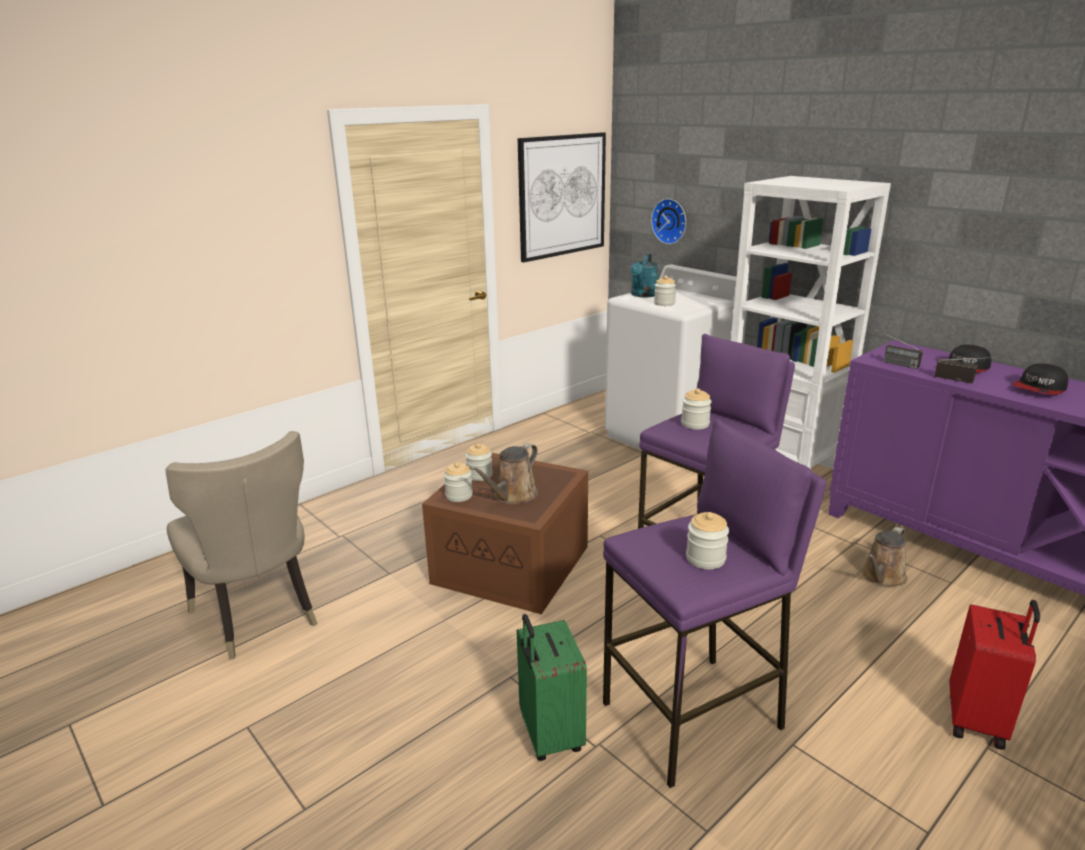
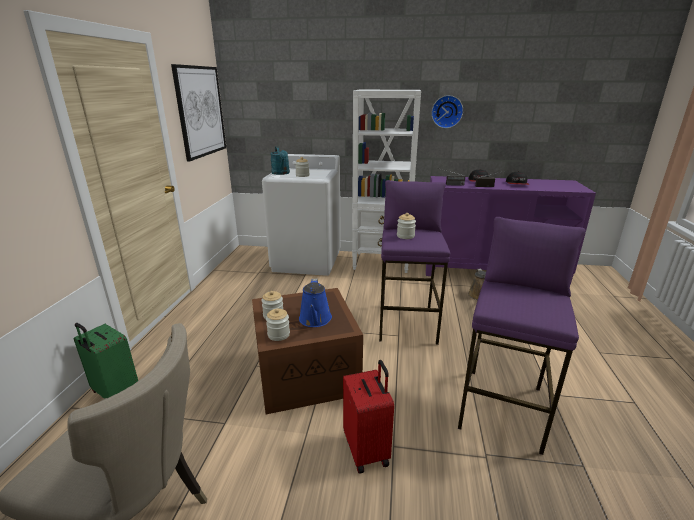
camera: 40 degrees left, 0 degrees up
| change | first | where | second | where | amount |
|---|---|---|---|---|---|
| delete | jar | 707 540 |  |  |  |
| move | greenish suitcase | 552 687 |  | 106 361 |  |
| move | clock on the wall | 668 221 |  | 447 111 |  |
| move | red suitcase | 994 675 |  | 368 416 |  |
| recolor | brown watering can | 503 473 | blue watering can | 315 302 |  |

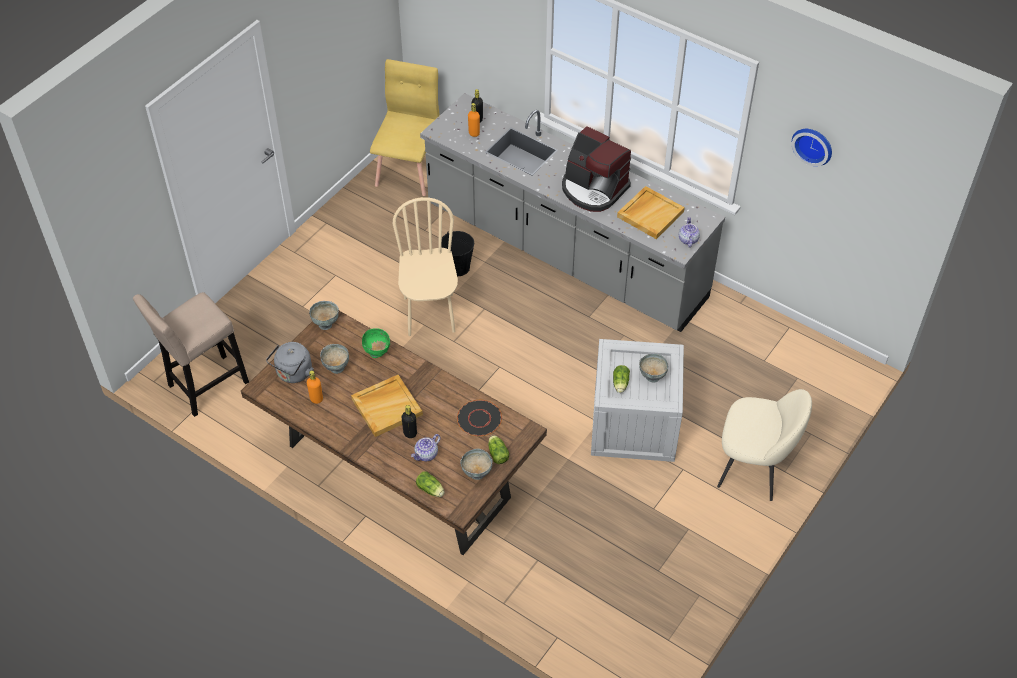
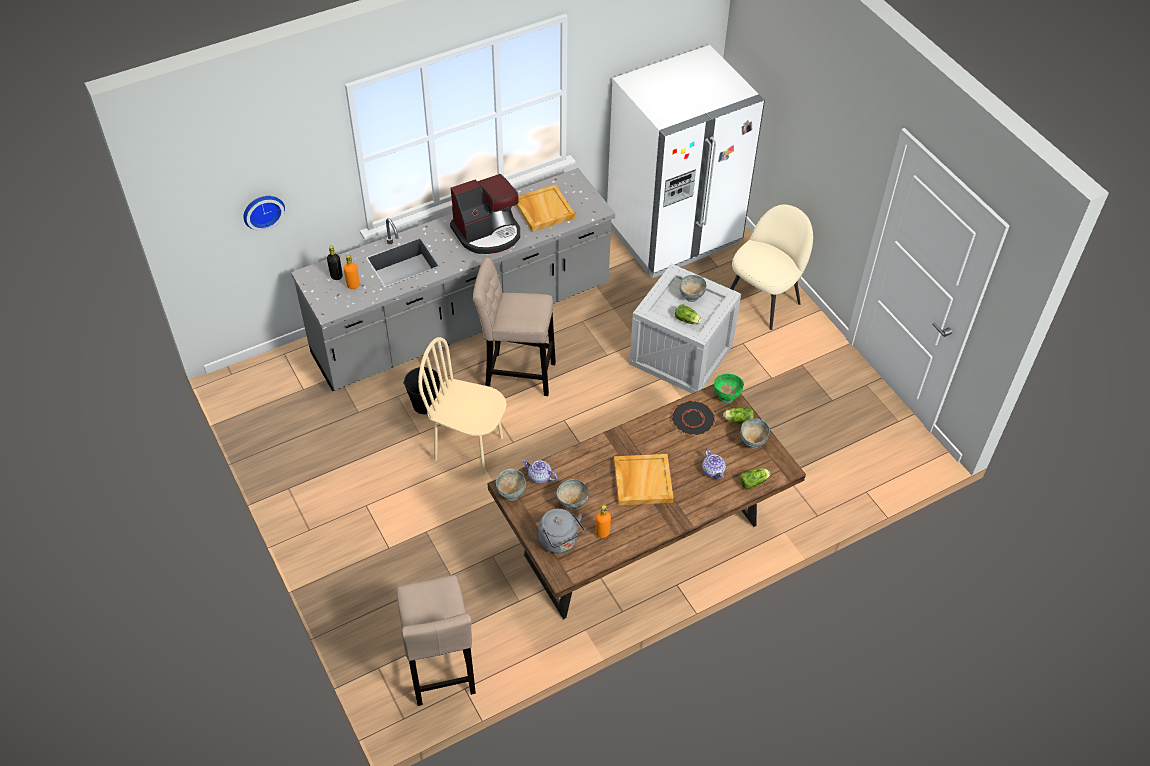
camera: 65 degrees left, 0 degrees up
| change | first | where | second | where | amount |
|---|---|---|---|---|---|
| delete | yellow-coloured upright chair | 405 127 |  |  |  |
| delete | black beverage bottle | 409 421 |  |  |  |
| insert |  |  | sand-coloured stool | 514 326 |  |
| insert |  |  | white-coloured kitchen fridge | 686 161 |  |
| move | greenish deep dish | 376 343 |  | 729 388 |  |
| move | teapot | 689 232 |  | 539 471 |  |
| move | clock on the wall | 812 147 |  | 264 213 |  |

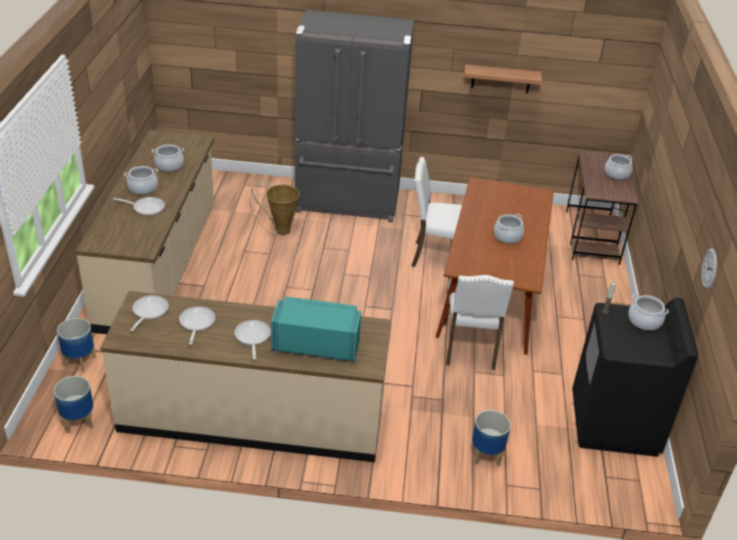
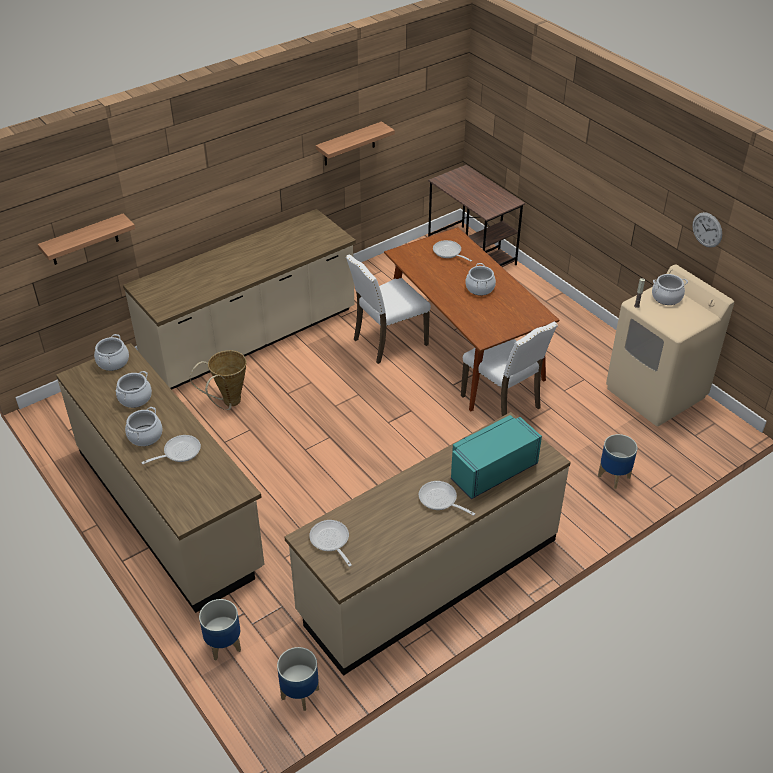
camera: 40 degrees left, 5 degrees up
| change | first | where | second | where | amount |
|---|---|---|---|---|---|
| insert |  |  | shelf | 86 239 |  |
| move | pan | 197 325 |  | 452 251 |  |
| move | stockpot | 619 167 |  | 111 352 |  |
| replace | gray kitchen fridge | 354 116 | sand-coloured counter | 239 299 |  |
| recolor | black laundry machine | 635 377 | sand-coloured laundry machine | 670 345 |  |

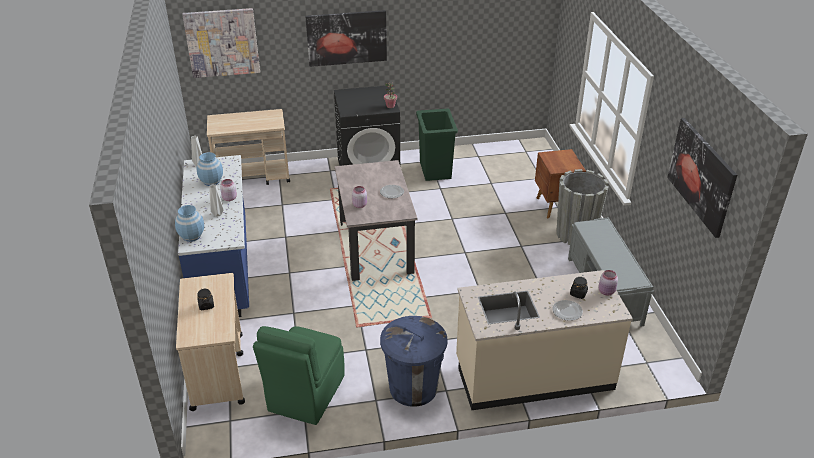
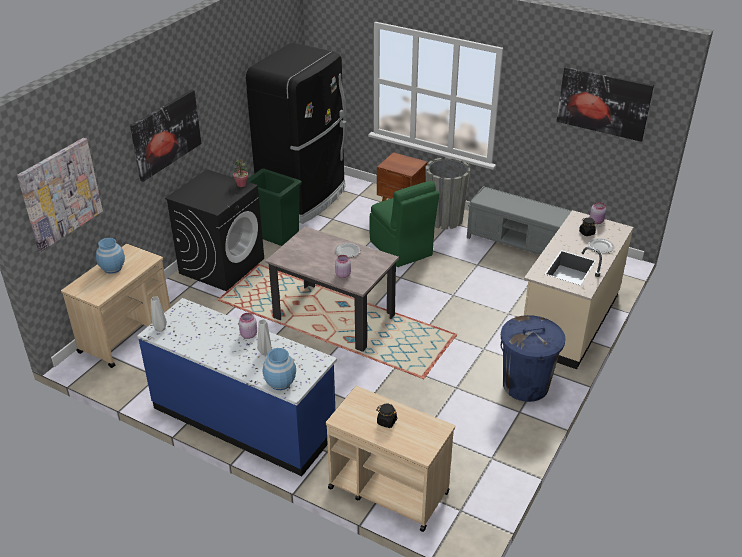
camera: 50 degrees left, 0 degrees up
| change | first | where | second | where | amount |
|---|---|---|---|---|---|
| insert |  |  | black kitchen fridge | 296 133 |  |
| move | blue flower vase | 209 169 |  | 110 256 |  |
| move | greenish upright chair | 299 375 |  | 404 224 |  |

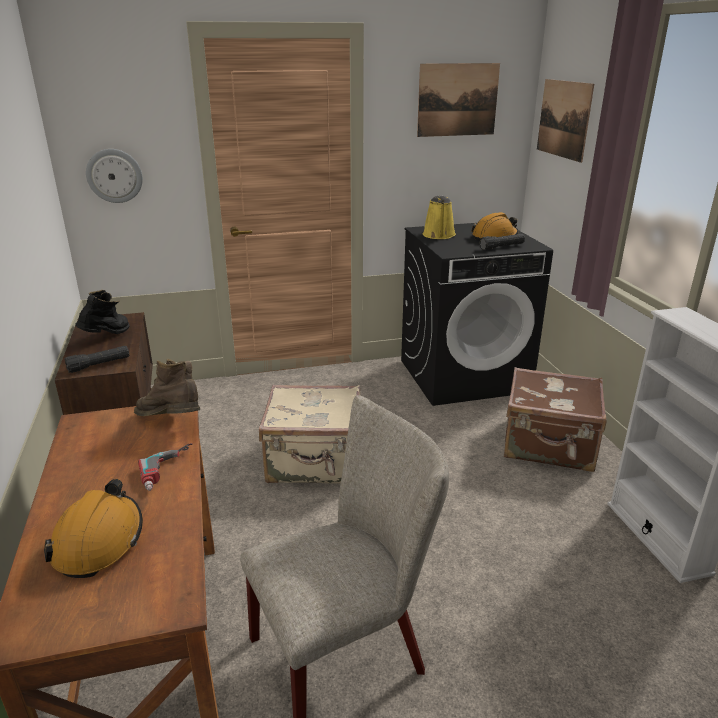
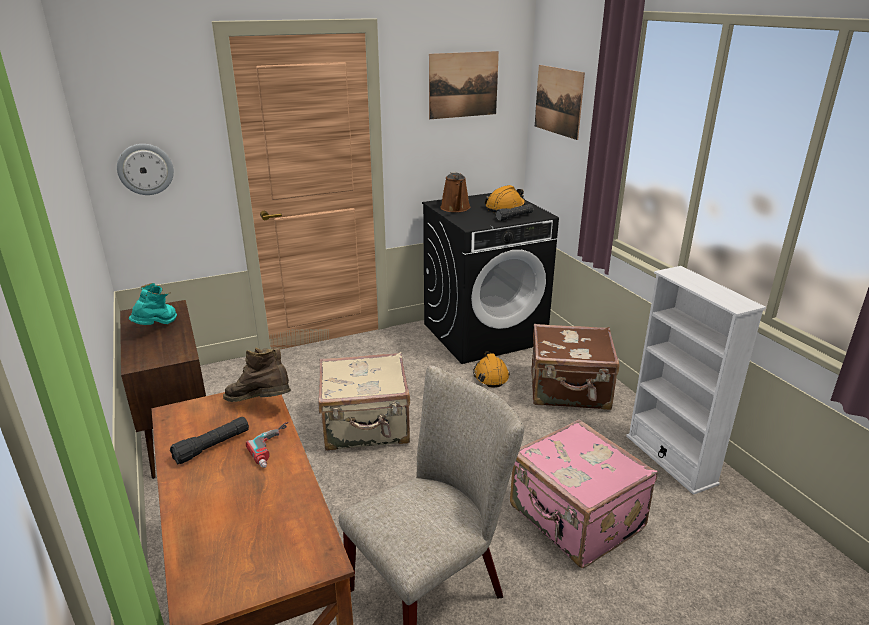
camera: 10 degrees left, 0 degrees up
| change | first | where | second | where | amount |
|---|---|---|---|---|---|
| insert |  |  | pinkish suitcase | 584 493 |  |
| move | orange-coloured work helmet | 93 528 |  | 491 369 |  |
| move | black flashlight | 96 359 |  | 209 440 |  |
| recolor | black tall boot | 102 312 | turquoise-coloured tall boot | 153 304 |  |
| recolor | yellow-coloured watering can | 439 217 | brown watering can | 455 192 |  |

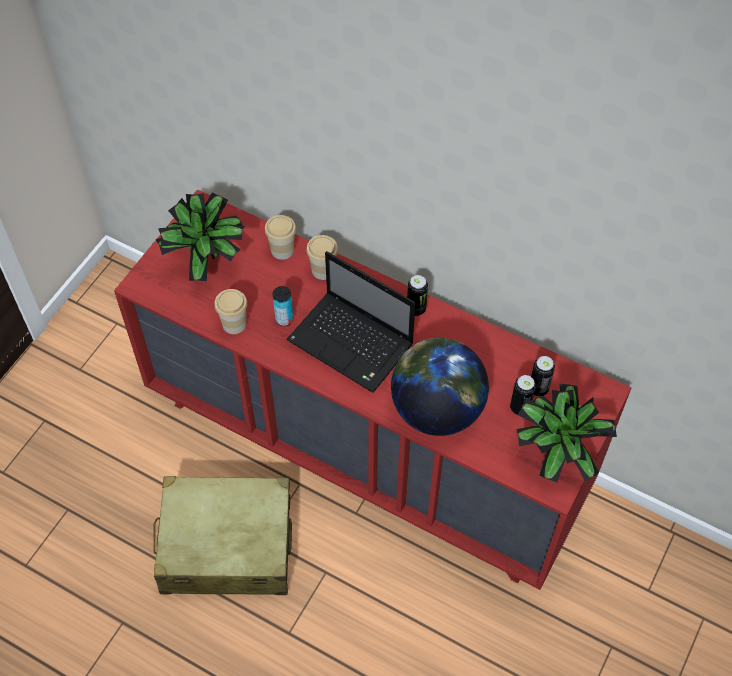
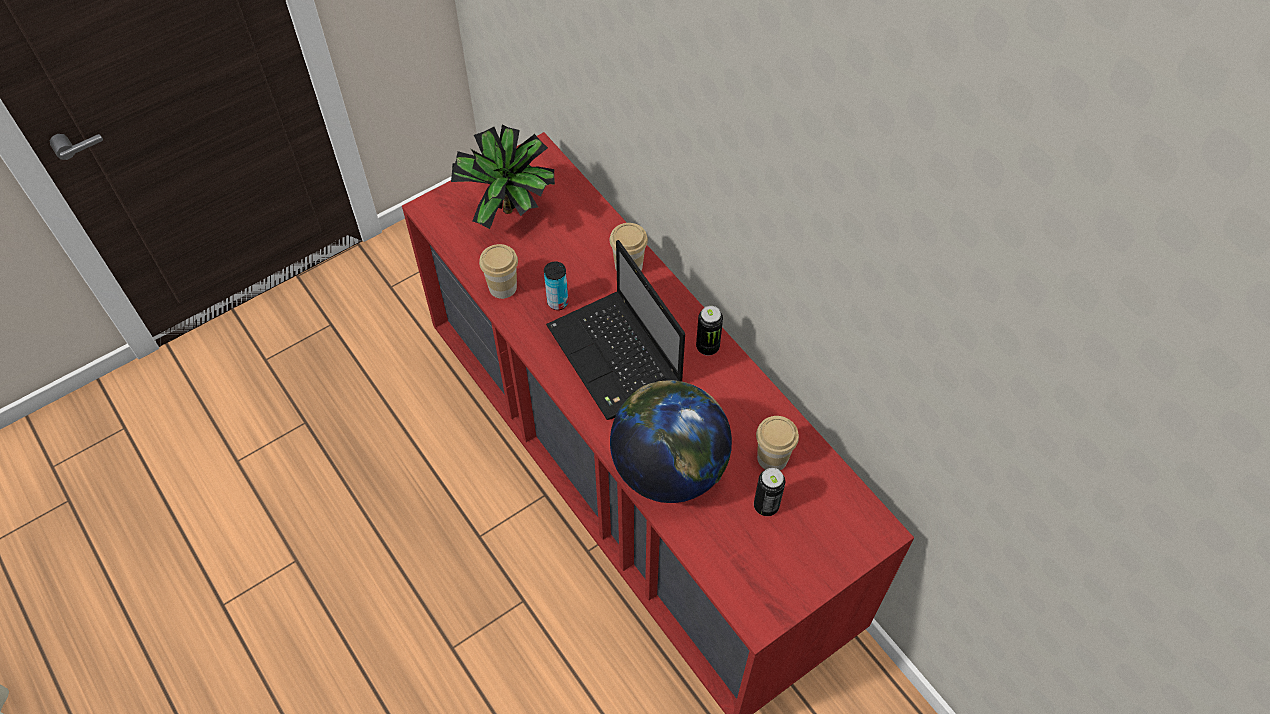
camera: 25 degrees right, 0 degrees up
| change | first | where | second | where | amount |
|---|---|---|---|---|---|
| delete | sand-coloured suitcase | 222 535 |  |  |  |
| delete | potted plant | 566 433 |  |  |  |
| delete | can | 543 376 |  |  |  |
| move | cup | 280 237 |  | 777 443 |  |

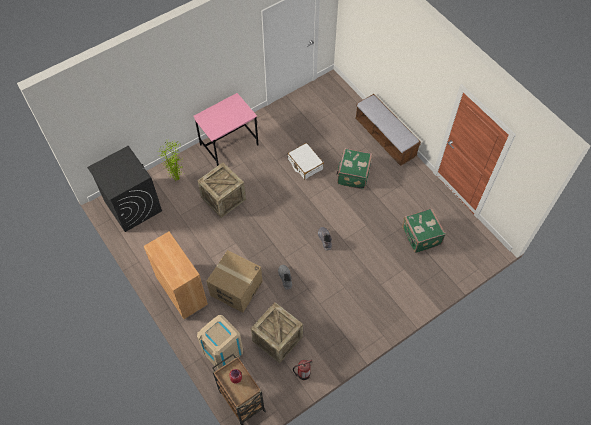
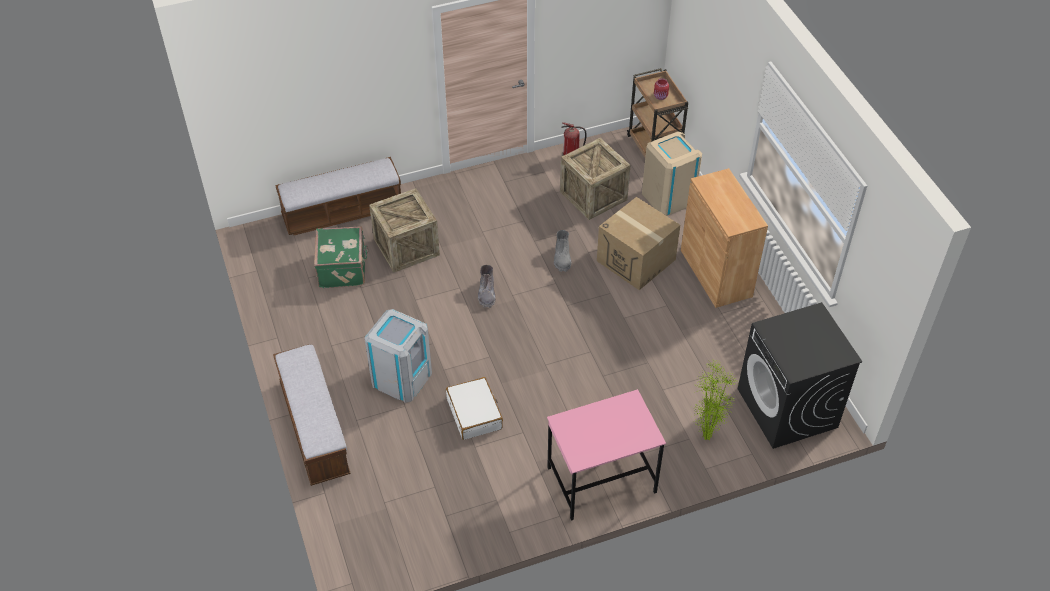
camera: 165 degrees left, 10 degrees down
| change | first | where | second | where | amount |
|---|---|---|---|---|---|
| insert |  |  | long seat | 338 196 |  |
| move | shipping crate | 221 190 |  | 404 230 |  |
| replace | greenish suitcase | 354 168 | gray rubbish bin | 398 356 |  |

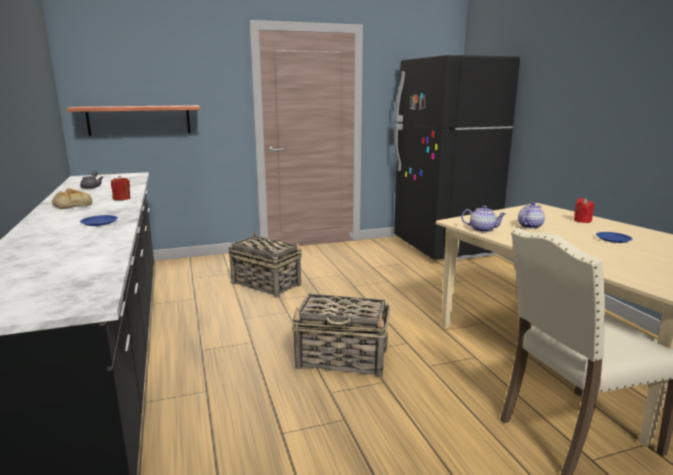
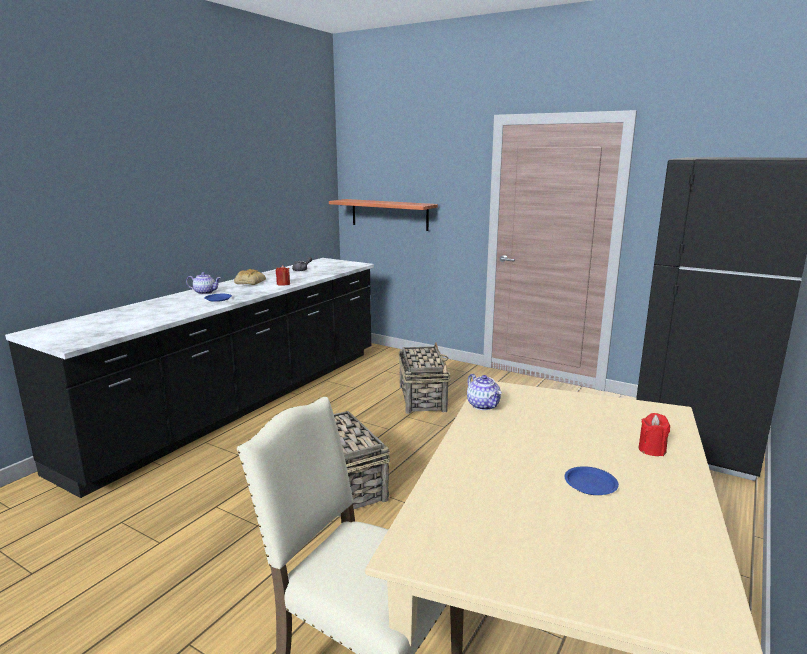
camera: 50 degrees right, 0 degrees up
| change | first | where | second | where | amount |
|---|---|---|---|---|---|
| move | teapot | 531 216 |  | 203 283 |  |

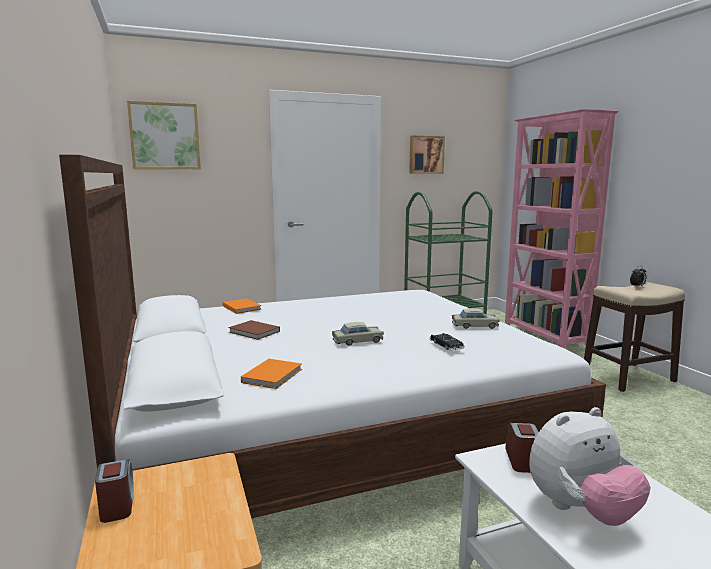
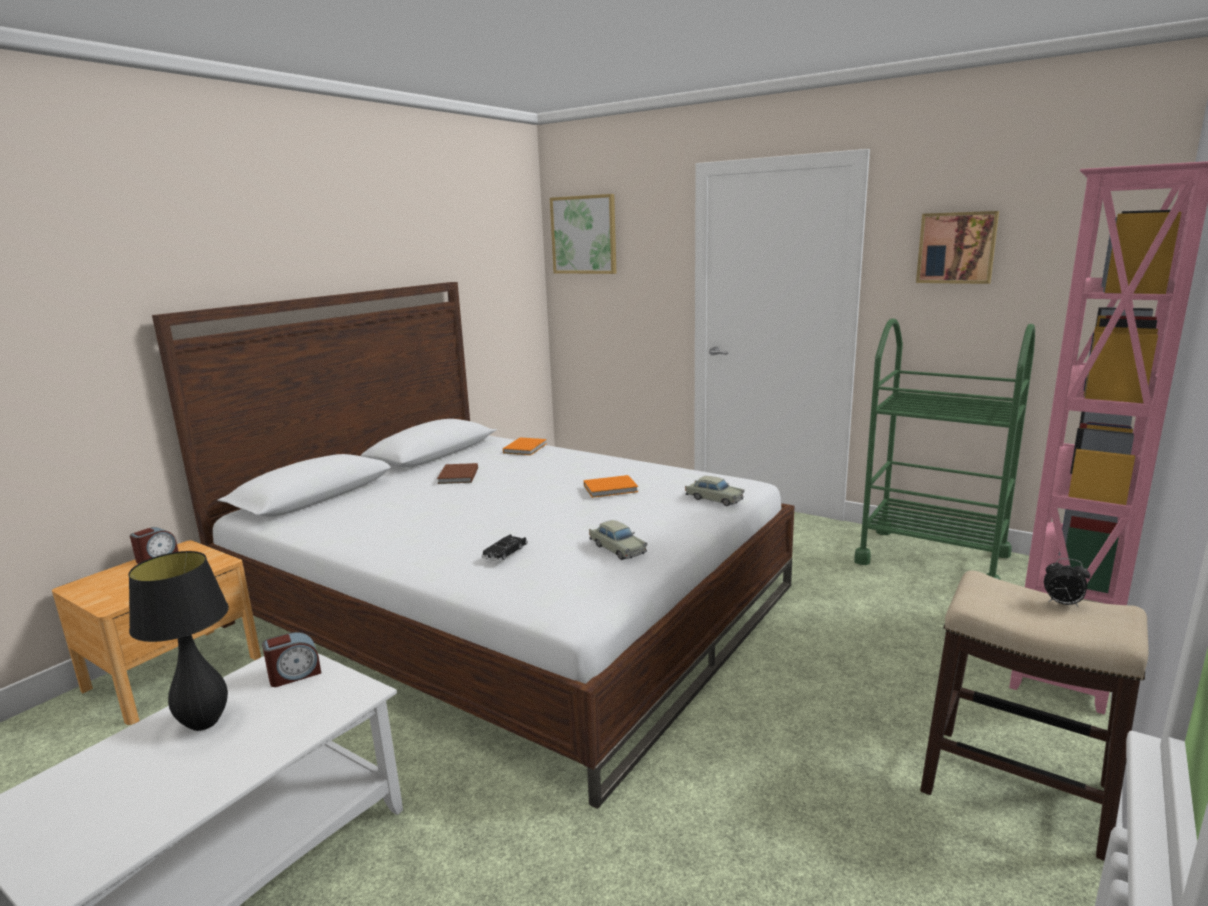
camera: 55 degrees right, 5 degrees up
| change | first | where | second | where | amount |
|---|---|---|---|---|---|
| move | orange-coloured book | 271 374 |  | 611 486 |  |
| move | sand-coloured toy car | 358 334 |  | 714 491 |  |
| replace | plush toy | 590 466 | black table lamp | 178 641 |  |

